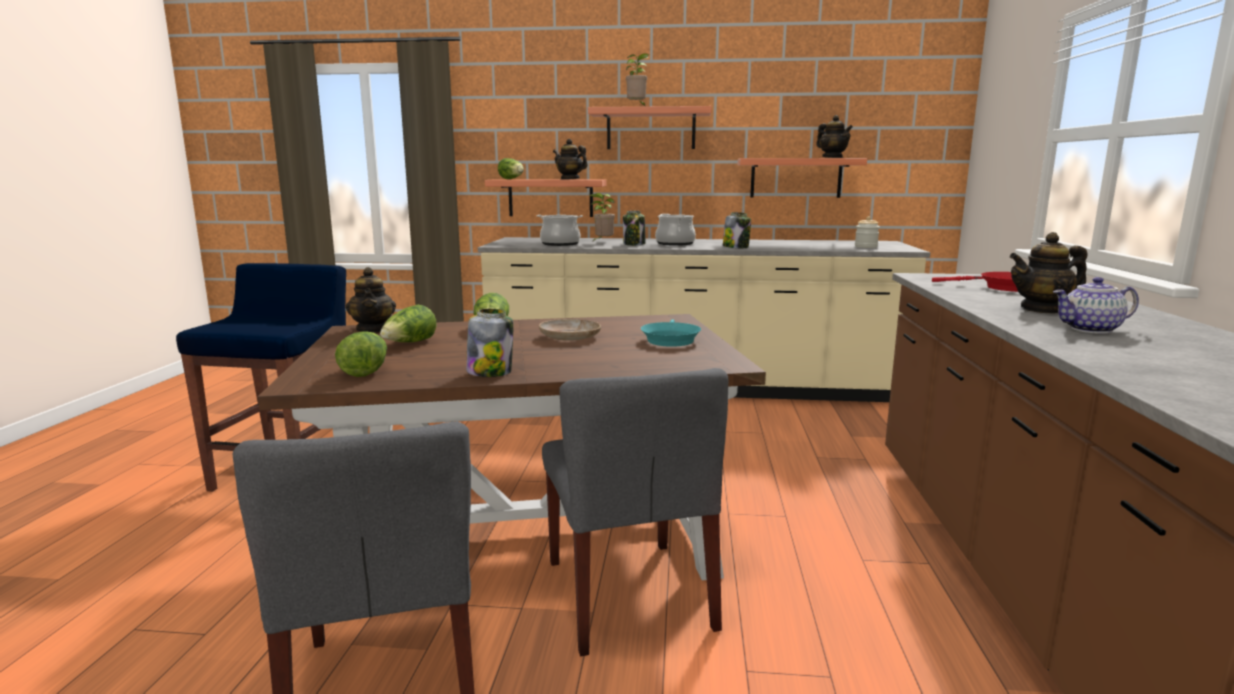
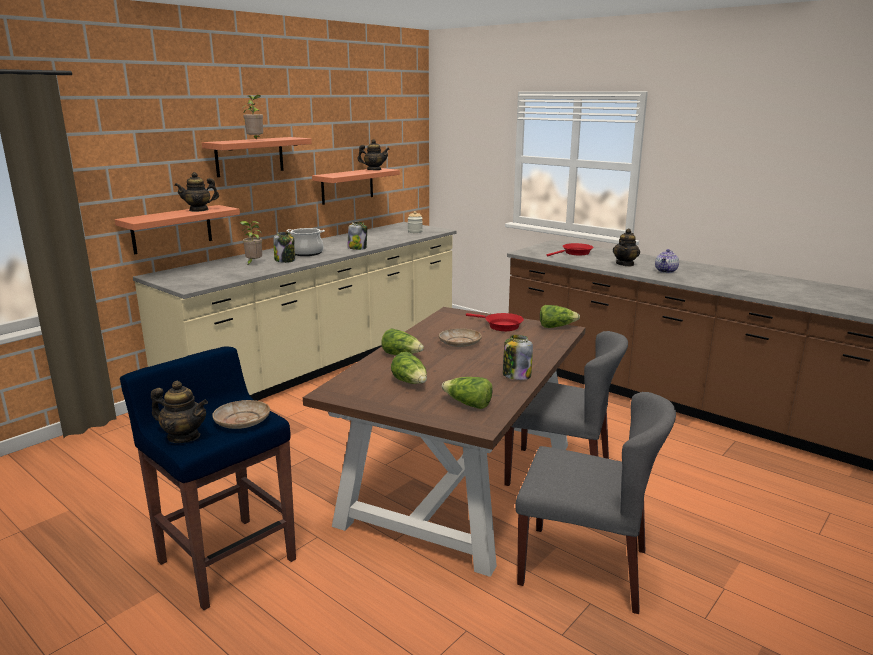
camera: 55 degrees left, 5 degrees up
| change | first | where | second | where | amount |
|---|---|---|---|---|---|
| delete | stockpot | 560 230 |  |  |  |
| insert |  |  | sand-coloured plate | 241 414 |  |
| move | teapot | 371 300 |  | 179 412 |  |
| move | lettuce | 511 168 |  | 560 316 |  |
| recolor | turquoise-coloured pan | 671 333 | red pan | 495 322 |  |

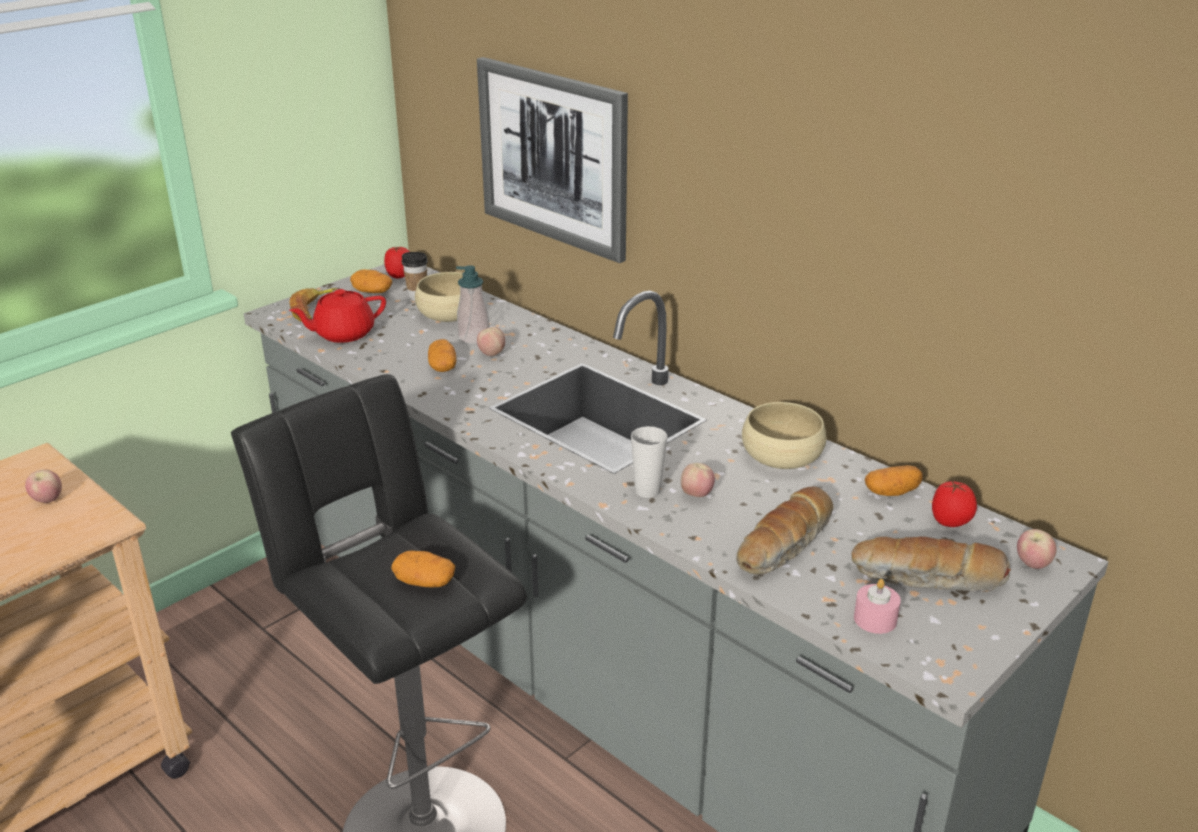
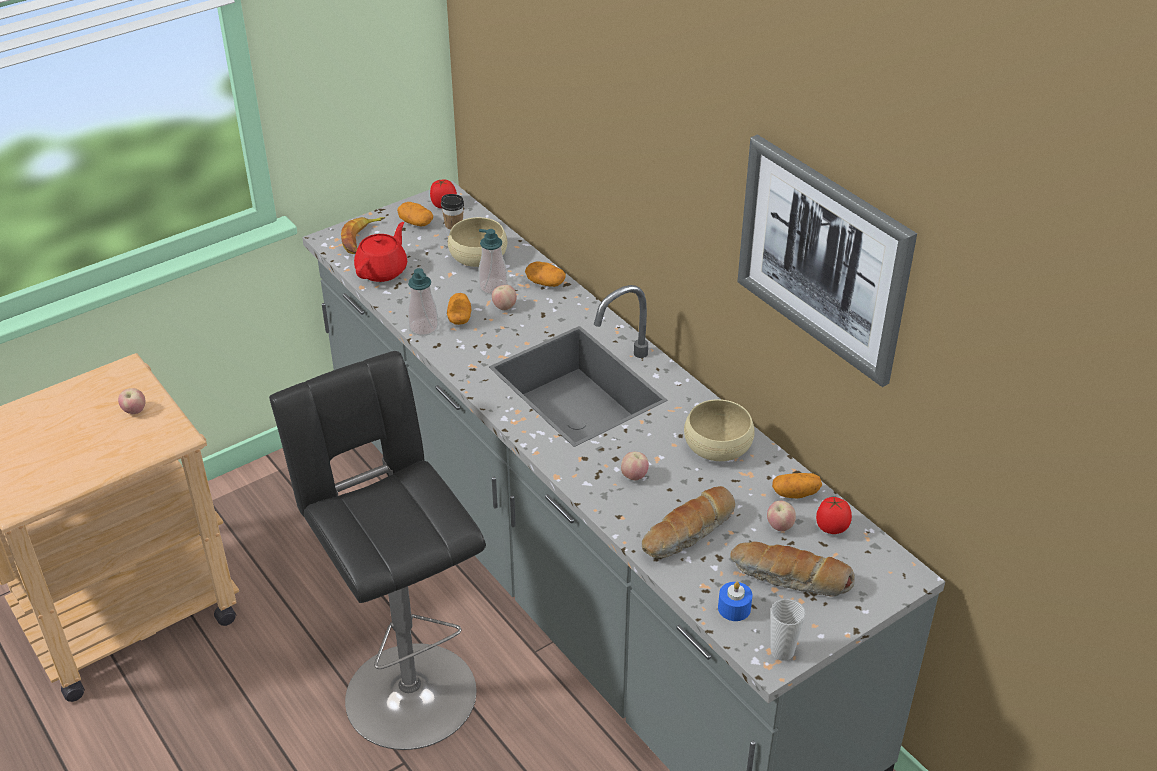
camera: 10 degrees right, 10 degrees up
| change | first | where | second | where | amount |
|---|---|---|---|---|---|
| insert |  |  | liquid soap bottle | 423 302 |  |
| move | spud | 423 568 |  | 545 274 |  |
| move | picture | 552 160 |  | 827 261 |  |
| move | cup | 649 462 |  | 788 630 |  |
| move | apple | 1037 549 |  | 781 516 |  |
| recolor | pinkish candle | 877 606 | blue candle | 735 601 |  |
| rotate | red teapot | 337 316 |  | 380 252 | 135 degrees clockwise |

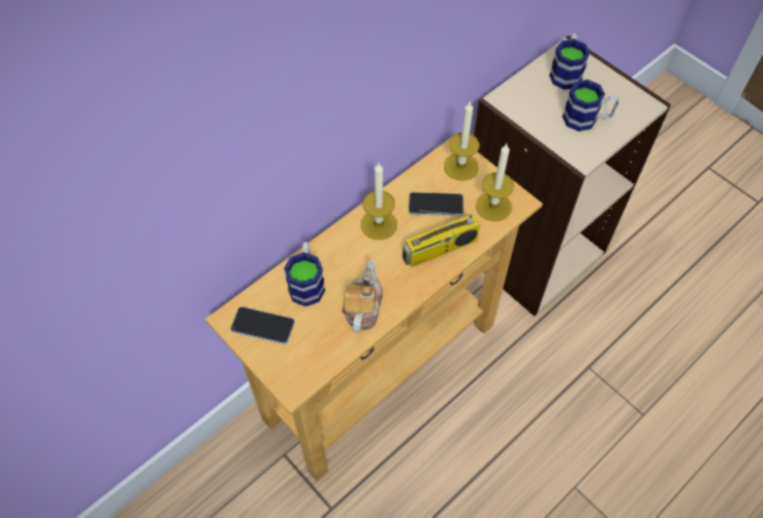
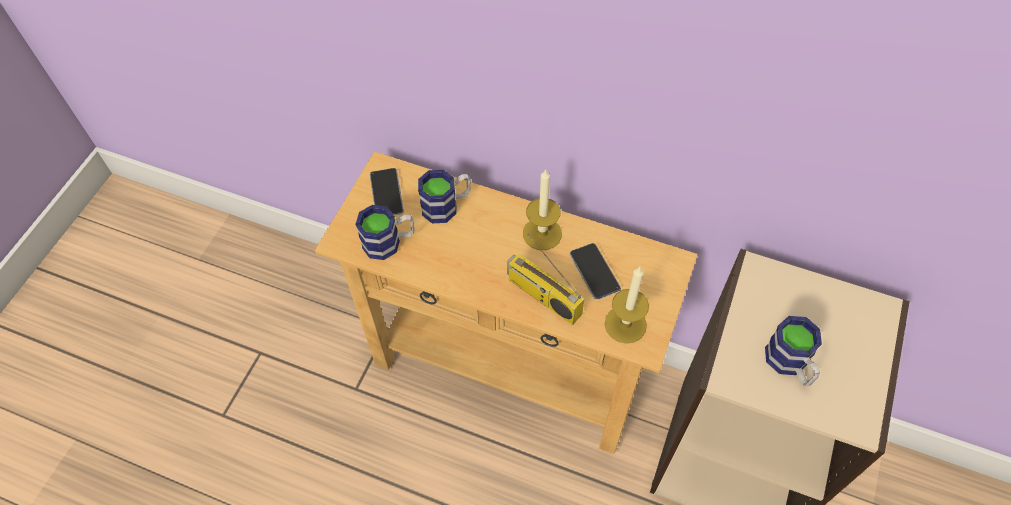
camera: 65 degrees right, 0 degrees up
| change | first | where | second | where | amount |
|---|---|---|---|---|---|
| delete | teapot | 362 295 |  |  |  |
| delete | candle | 462 141 |  |  |  |
| move | tea mug | 569 61 |  | 384 232 |  |

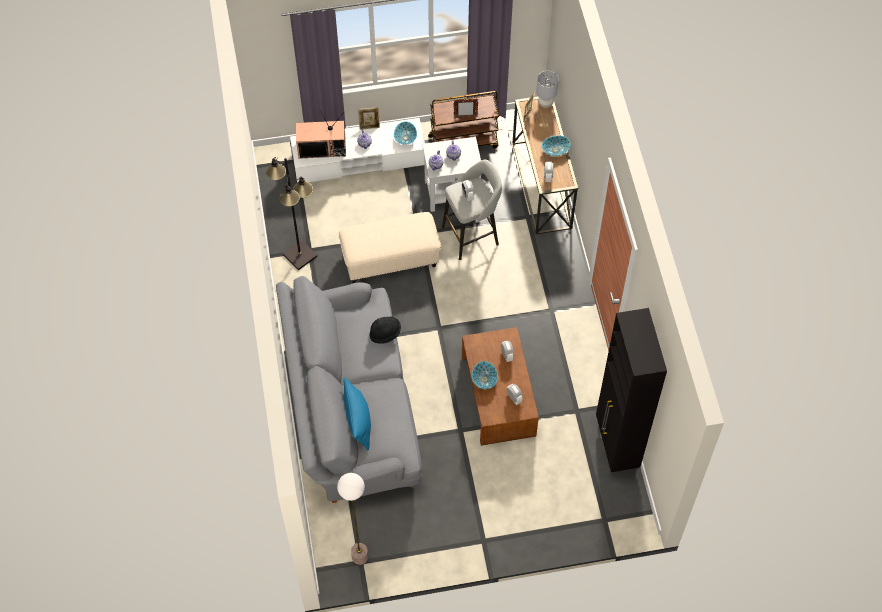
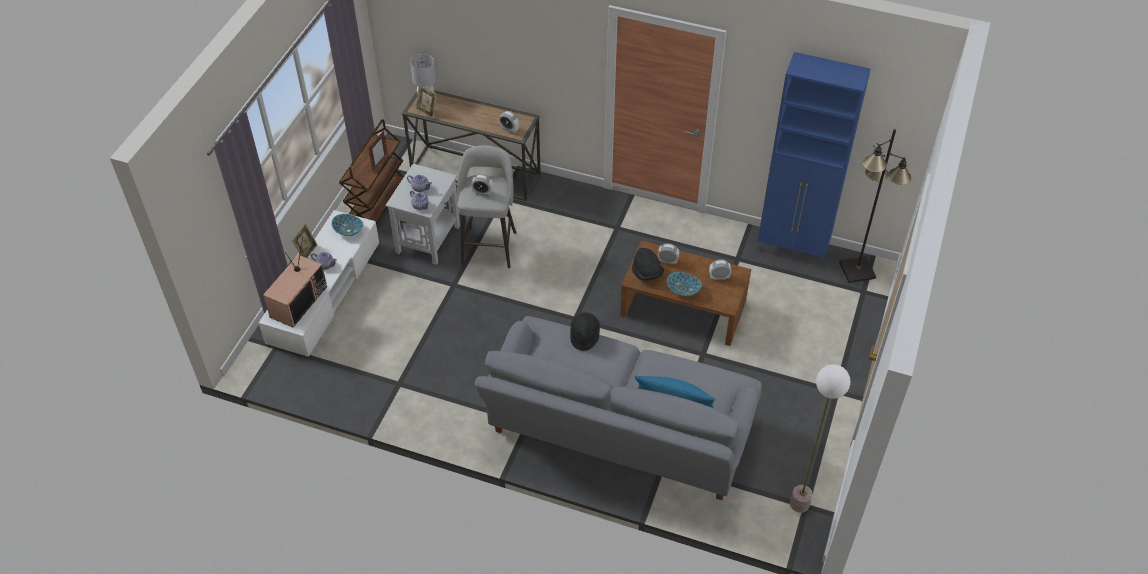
camera: 60 degrees left, 10 degrees down
| change | first | where | second | where | amount |
|---|---|---|---|---|---|
| delete | sand-coloured pouffe | 390 247 |  |  |  |
| delete | deep dish | 556 146 |  |  |  |
| insert |  |  | black clothing hat | 648 264 |  |
| move | black floor lamp | 291 213 |  | 875 206 |  |
| recolor | black cabinet | 631 392 | blue cabinet | 814 159 |  |

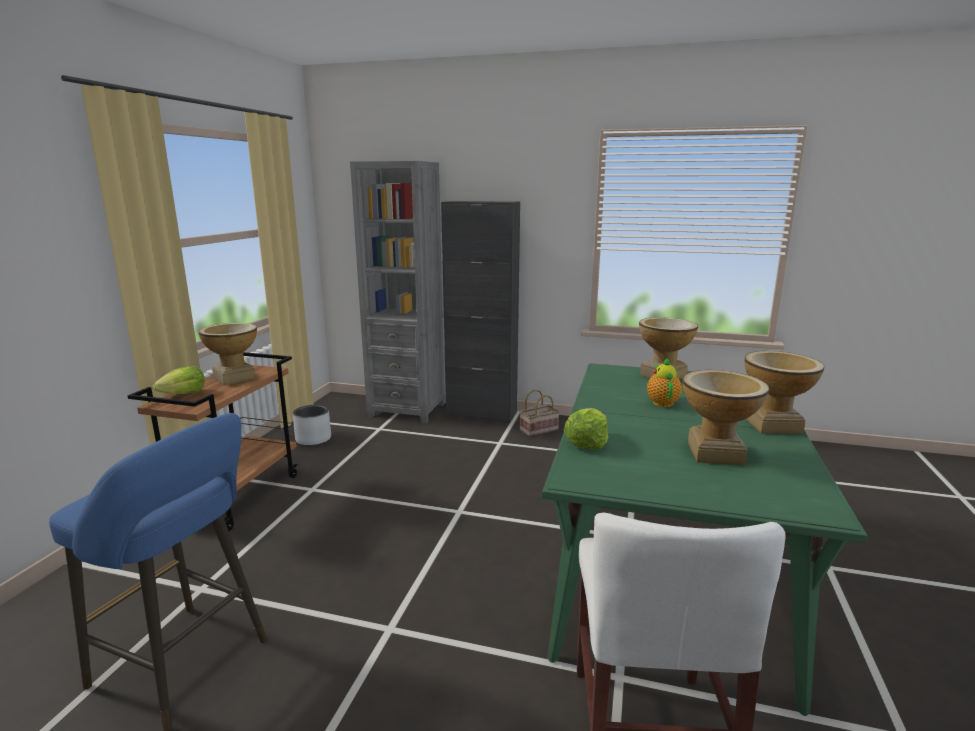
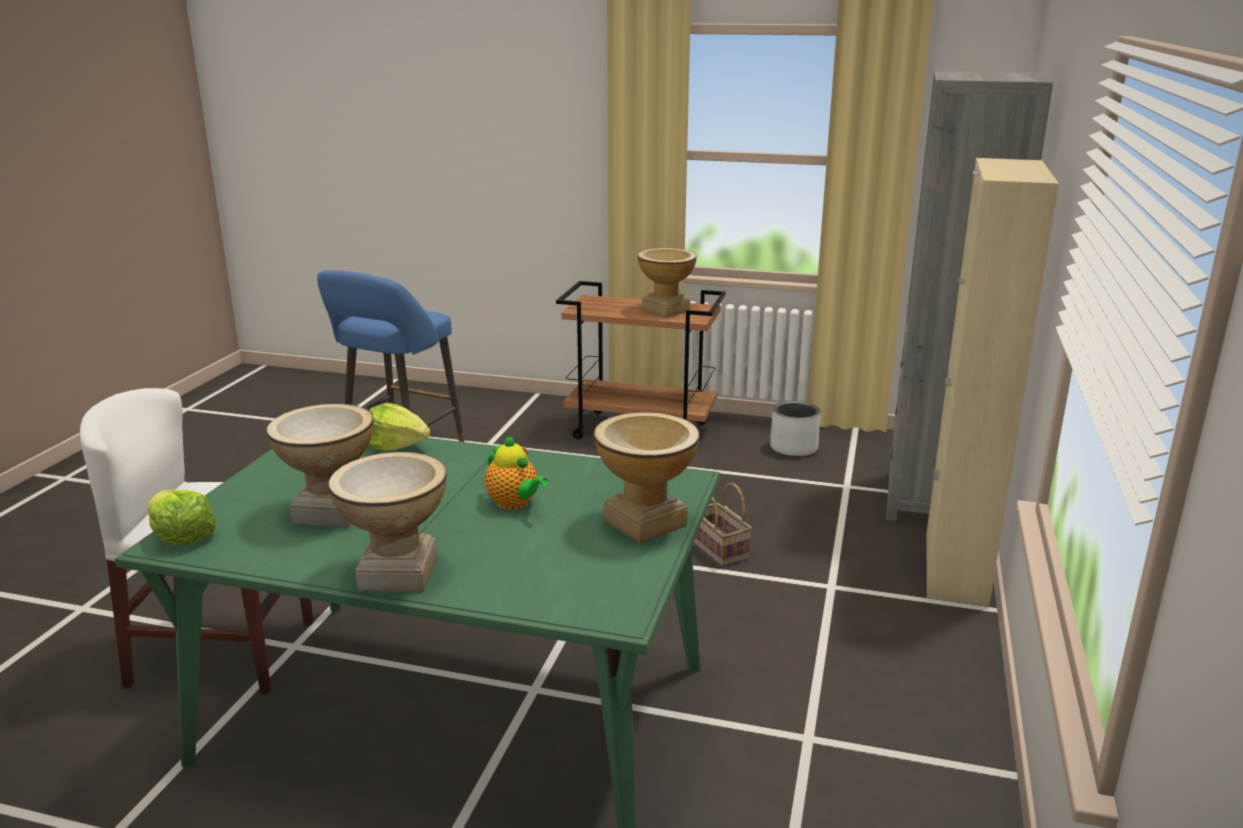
camera: 90 degrees right, 5 degrees up
| change | first | where | second | where | amount |
|---|---|---|---|---|---|
| move | lettuce | 179 380 |  | 182 518 |  |
| move | basket | 540 413 |  | 722 525 |  |
| recolor | black cabinet | 480 312 | sand-coloured cabinet | 992 382 |  |
| rotate | teapot | 664 382 |  | 517 472 | 45 degrees clockwise |

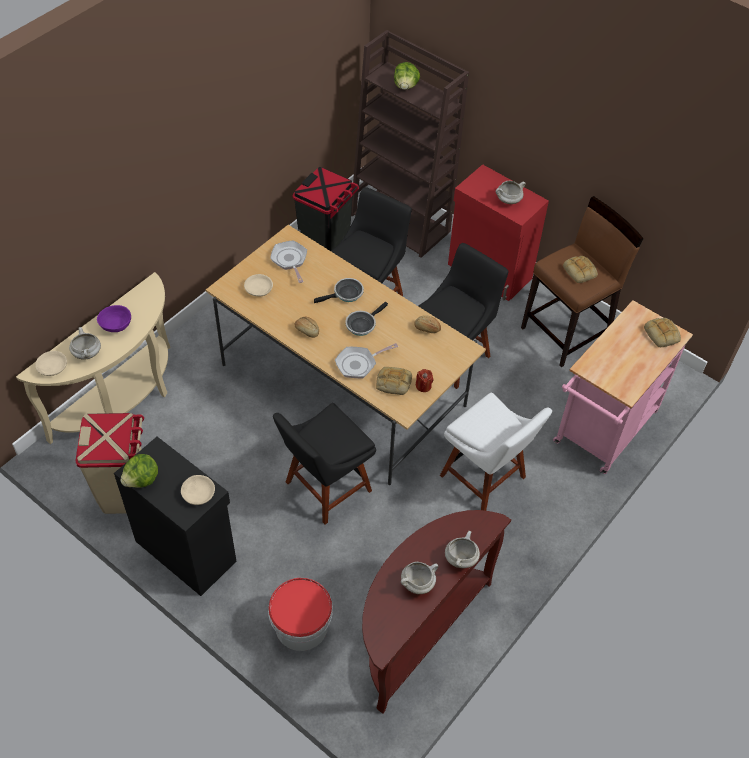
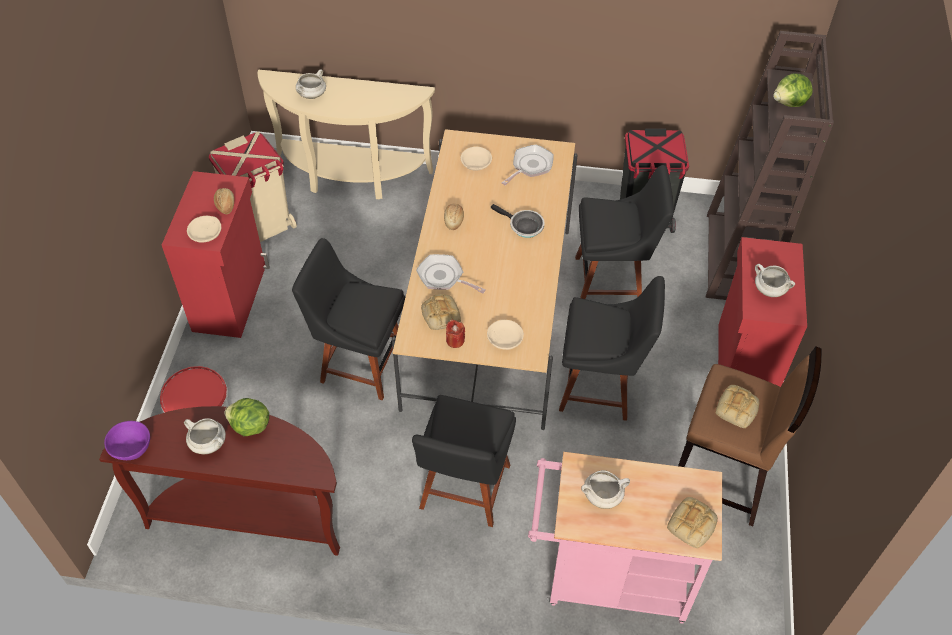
camera: 60 degrees right, 0 degrees up
| change | first | where | second | where | amount |
|---|---|---|---|---|---|
| delete | pan | 366 319 |  |  |  |
| move | sand-coloured deep dish | 51 363 |  | 505 335 |  |
| move | purple deep dish | 114 318 |  | 127 440 |  |
| move | lettuce | 139 471 |  | 247 417 |  |
| move | bakery bread | 427 324 |  | 224 201 |  |
| move | white-coloured stockpot | 462 549 |  | 605 489 |  |
| recolor | black cabinet | 175 516 | red cabinet | 216 254 |  |
| recolor | white-coloured upright chair | 496 451 | black upright chair | 464 461 |  |

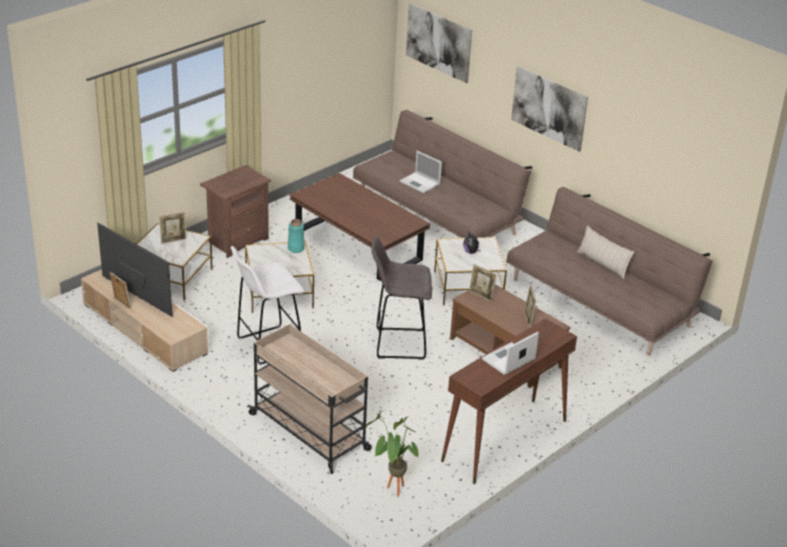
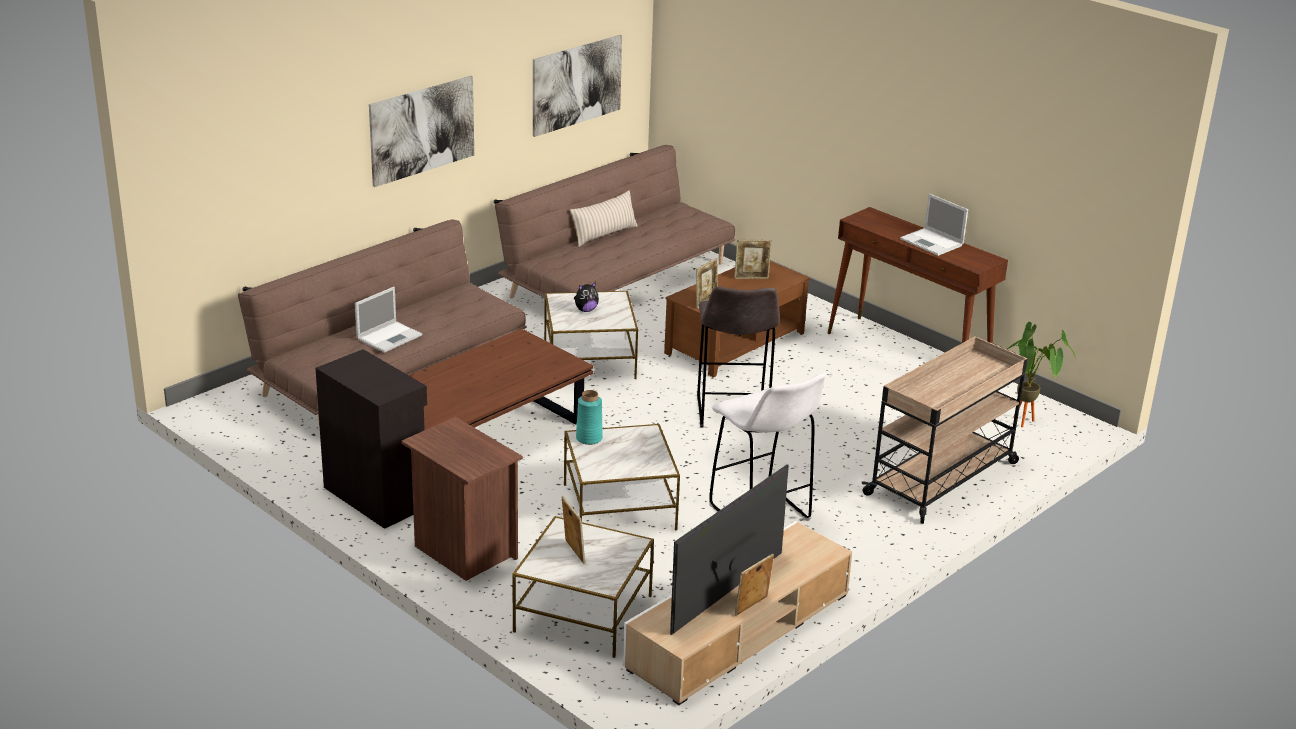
camera: 90 degrees left, 5 degrees down
| change | first | where | second | where | amount |
|---|---|---|---|---|---|
| insert |  |  | black cabinet | 371 439 |  |
| move | picture | 439 43 |  | 577 86 |  |

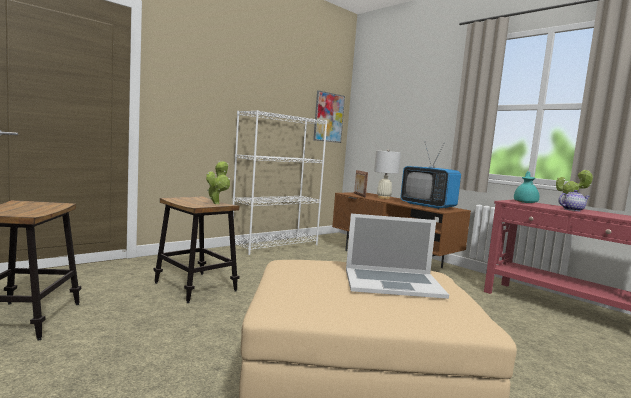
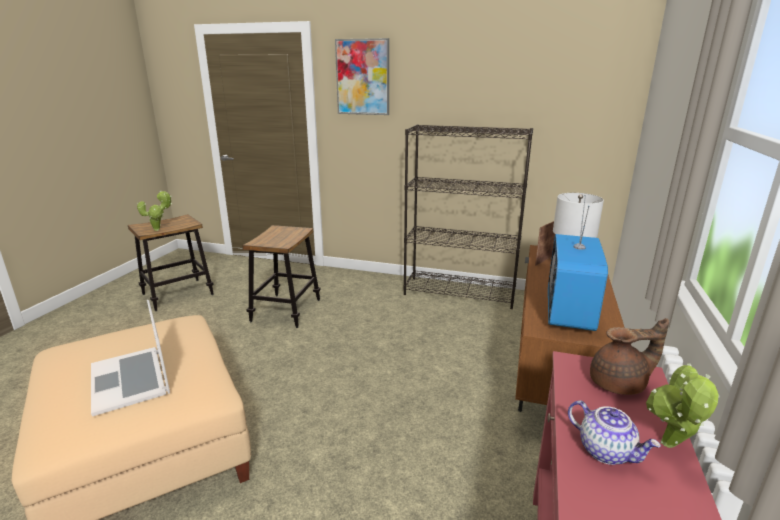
camera: 60 degrees right, 15 degrees up
| change | first | where | second | where | amount |
|---|---|---|---|---|---|
| move | potted plant | 218 182 |  | 154 211 |  |
| move | picture | 329 116 |  | 362 76 |  |
| recolor | white-coloured bookshelf | 279 182 | black bookshelf | 468 216 |  |
| recolor | turquoise-coloured teapot | 526 187 | brown teapot | 629 356 |  |

